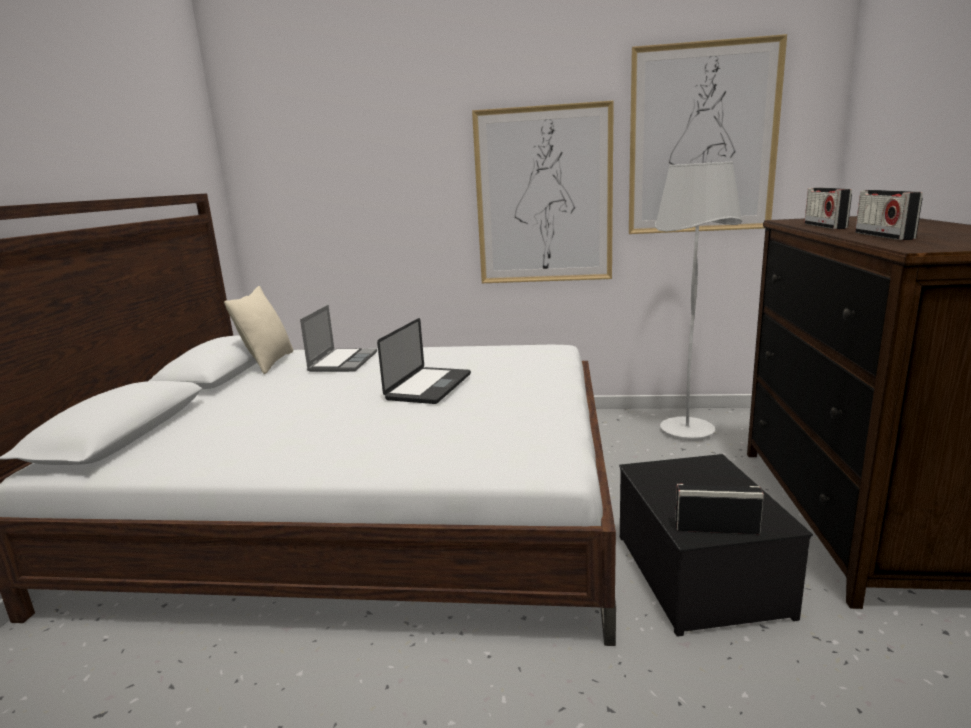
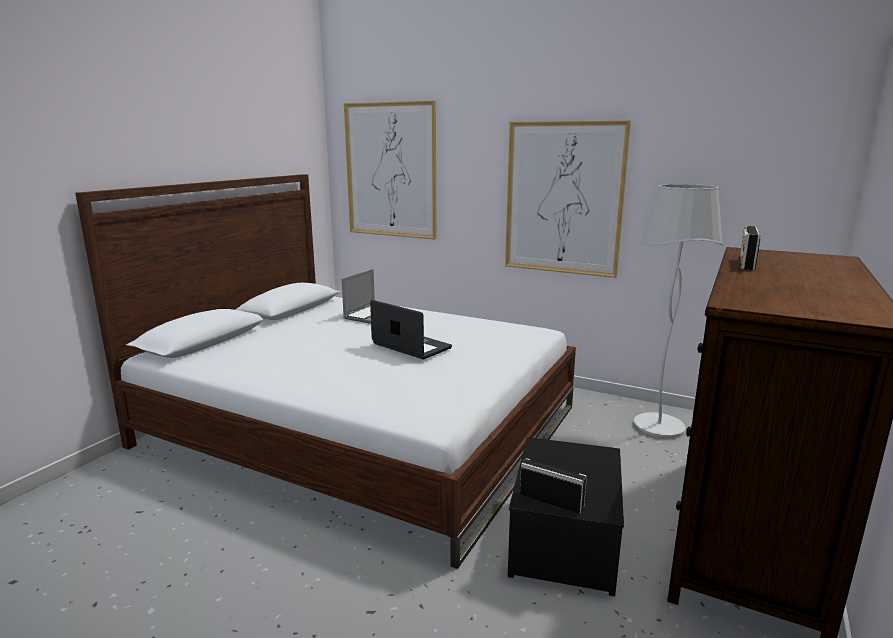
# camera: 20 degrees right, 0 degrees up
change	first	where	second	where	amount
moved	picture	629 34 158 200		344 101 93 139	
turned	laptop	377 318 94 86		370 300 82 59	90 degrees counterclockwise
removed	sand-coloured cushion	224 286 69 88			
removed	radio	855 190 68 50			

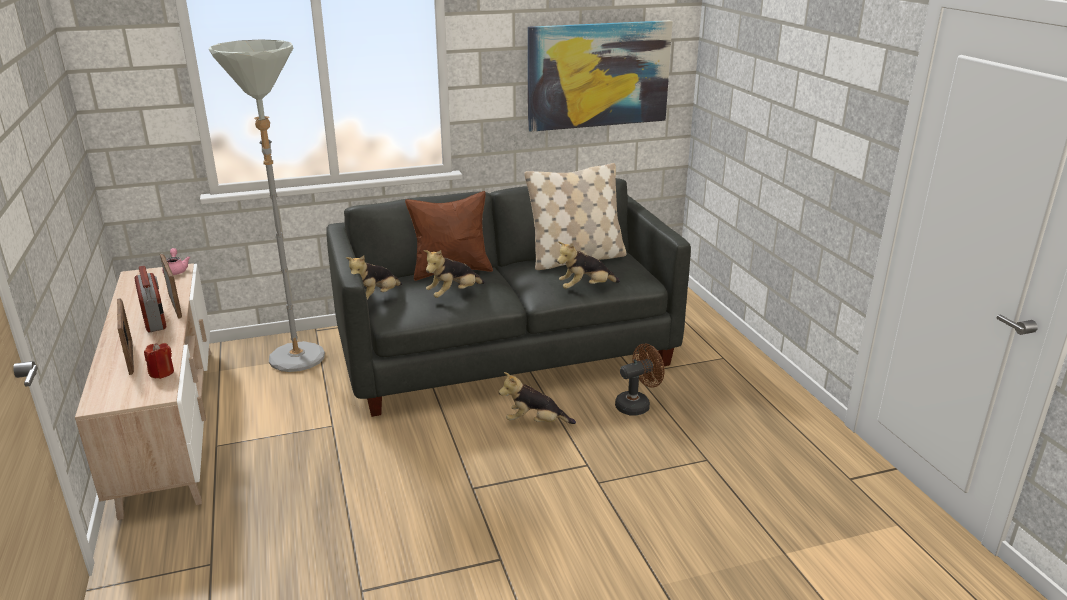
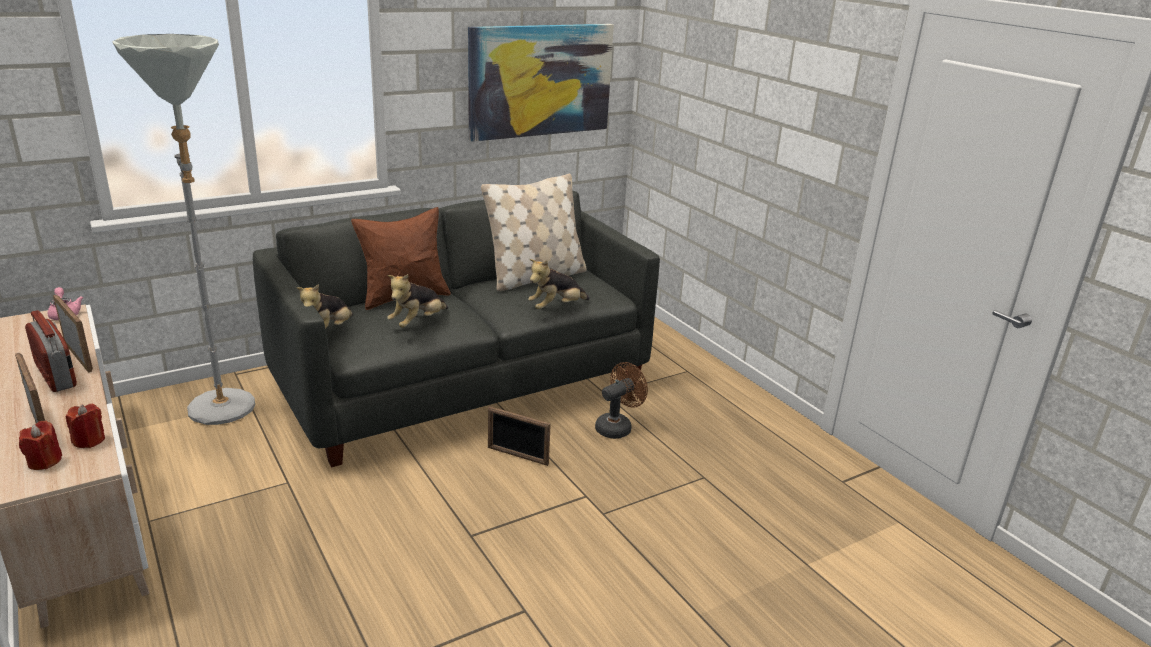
# camera: 15 degrees left, 0 degrees up
change	first	where	second	where	amount
added			reddish wax light	19 421 43 49	
replaced	cuddly toy	499 372 77 52	photo frame	488 406 63 60	

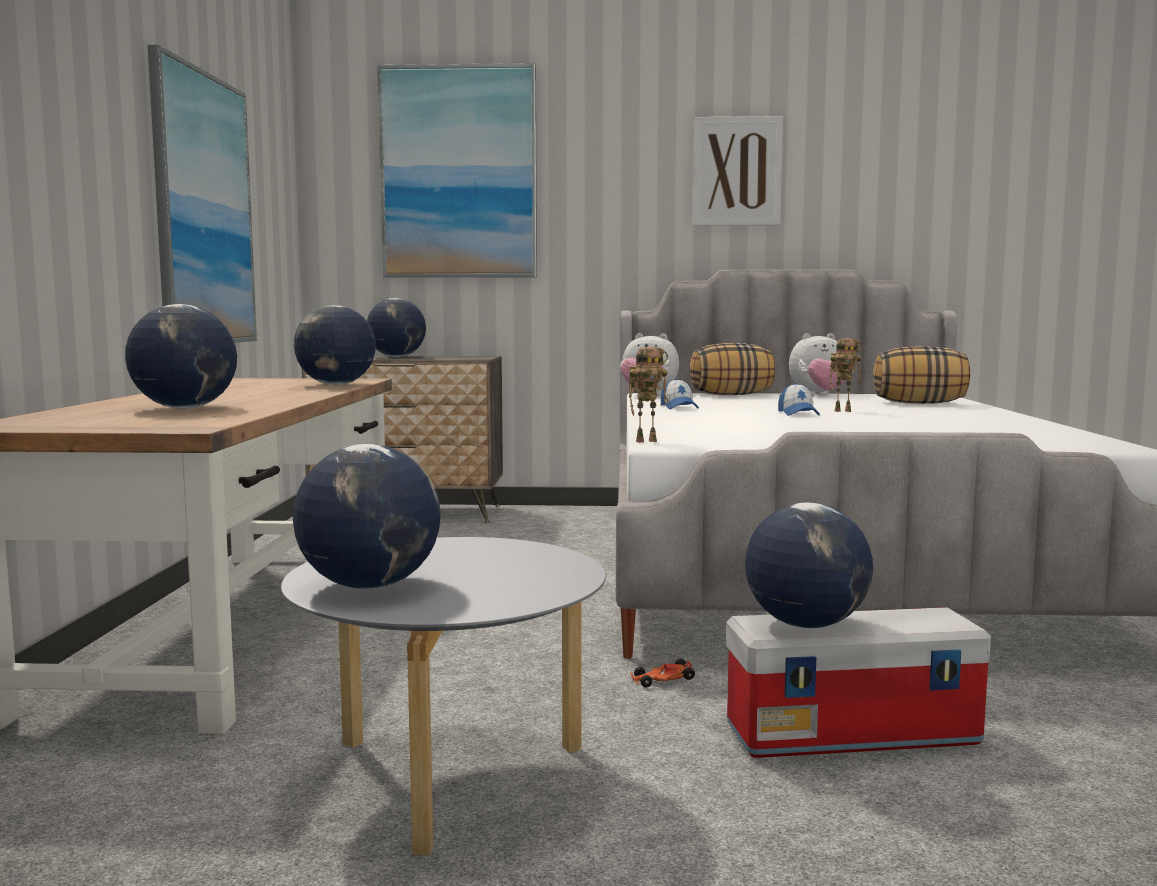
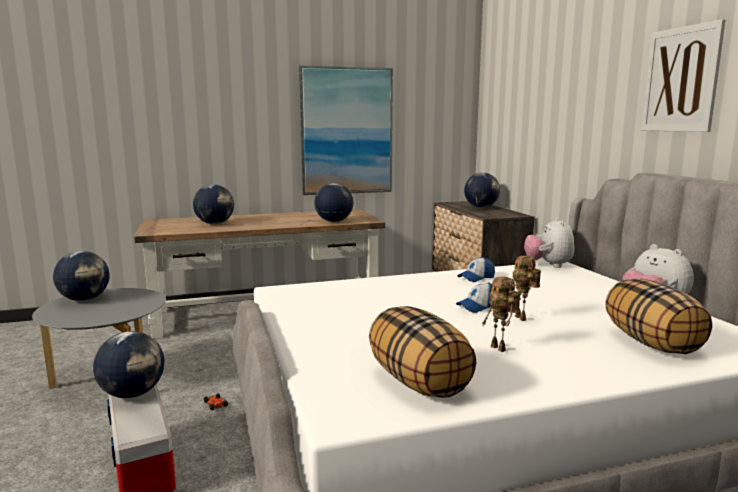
# camera: 70 degrees right, 5 degrees up
change	first	where	second	where	amount
moved	cushion	690 343 85 52		369 306 108 92	
moved	toy robot	629 347 40 95		482 277 39 75	
removed	picture	377 63 160 215			

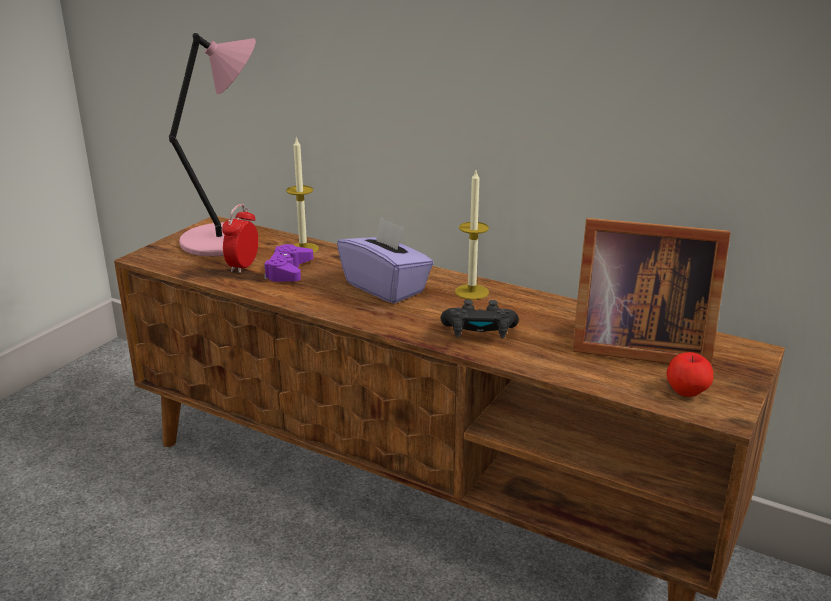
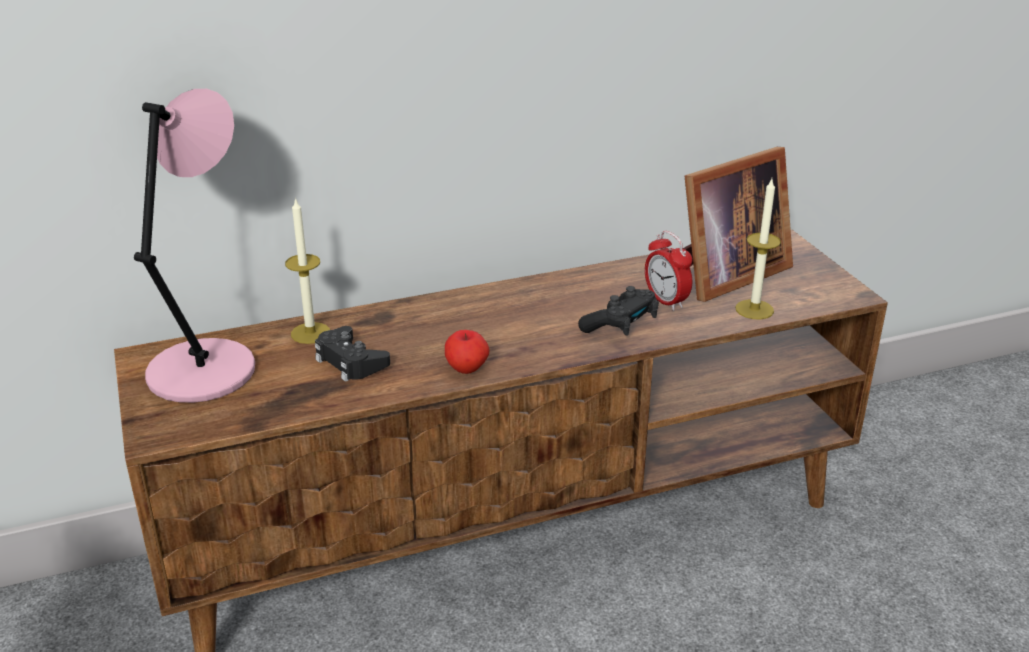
# camera: 50 degrees left, 5 degrees up
change	first	where	second	where	amount
recoloured	purplish joypad	264 244 49 38	black joypad	315 326 75 56	
moved	apple fruit	666 352 48 45		445 330 45 44	
moved	alarm clock	222 204 36 69		645 231 47 80	
moved	wax light	455 170 34 130		735 179 46 141	
removed	purplish box of tissues	337 217 97 87			

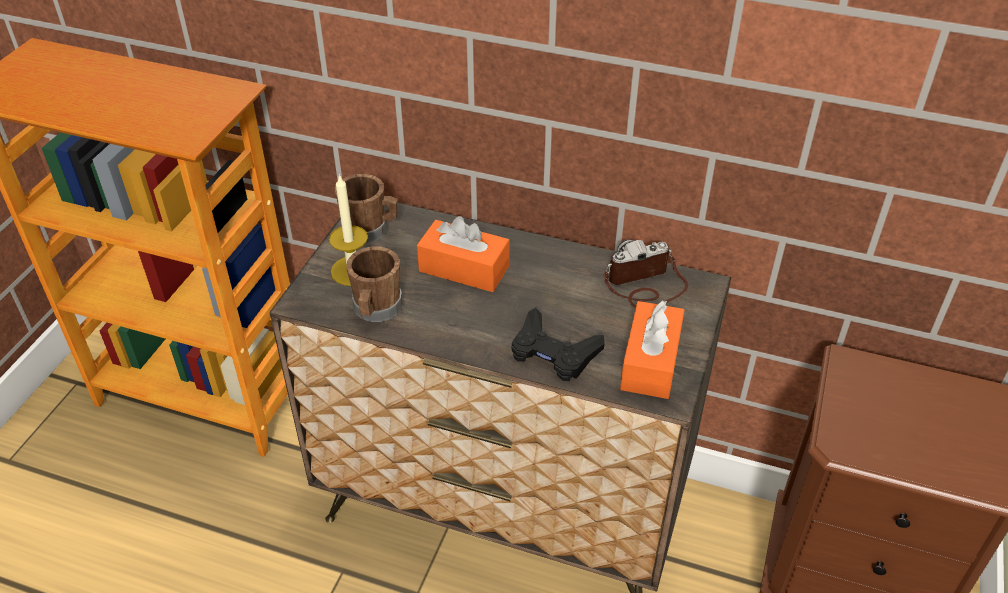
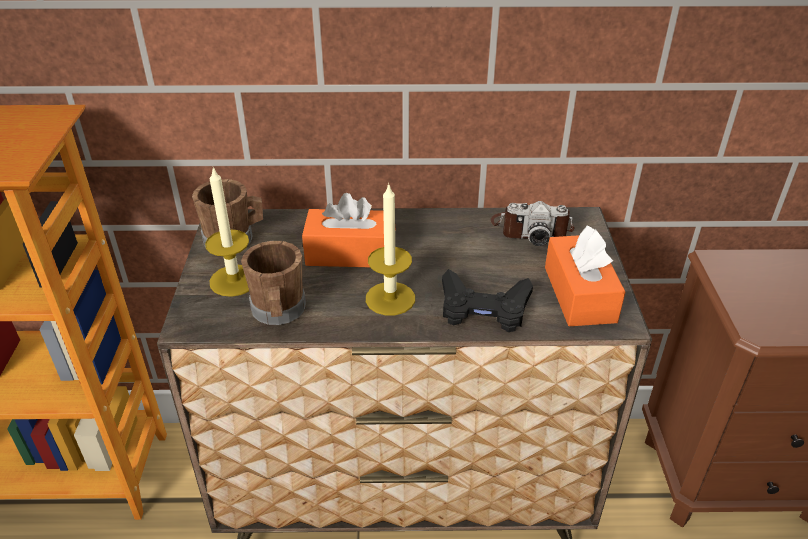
# camera: 20 degrees left, 5 degrees down
change	first	where	second	where	amount
added			wax light	366 183 49 132	
turned	photo camera	604 239 84 69		491 201 83 45	135 degrees counterclockwise

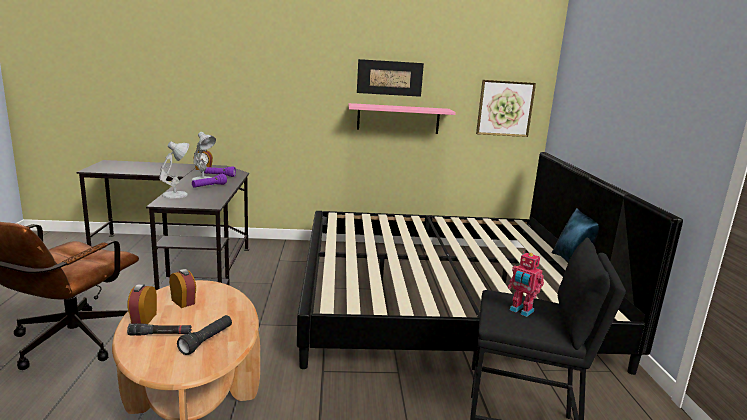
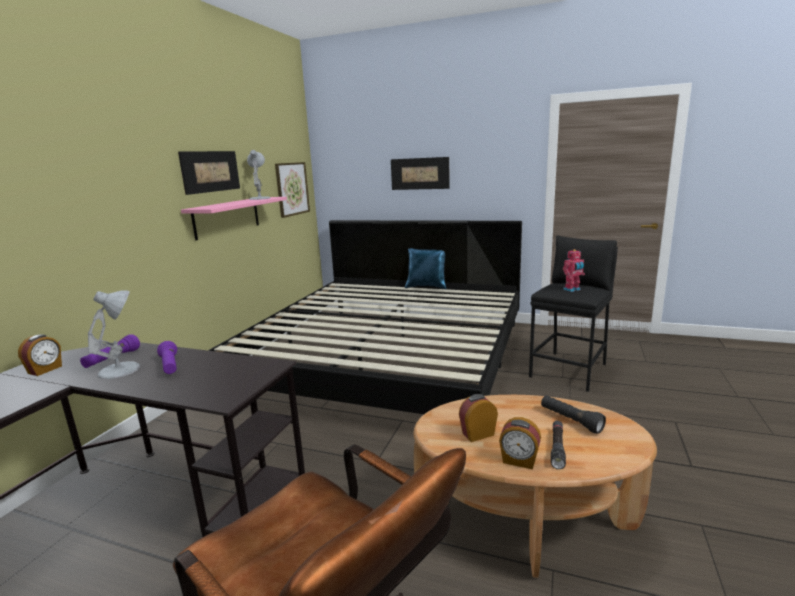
# camera: 65 degrees left, 0 degrees up
change	first	where	second	where	amount
moved	white tabletop lamp	159 141 30 58		247 150 24 50	
added			picture	391 157 59 33	

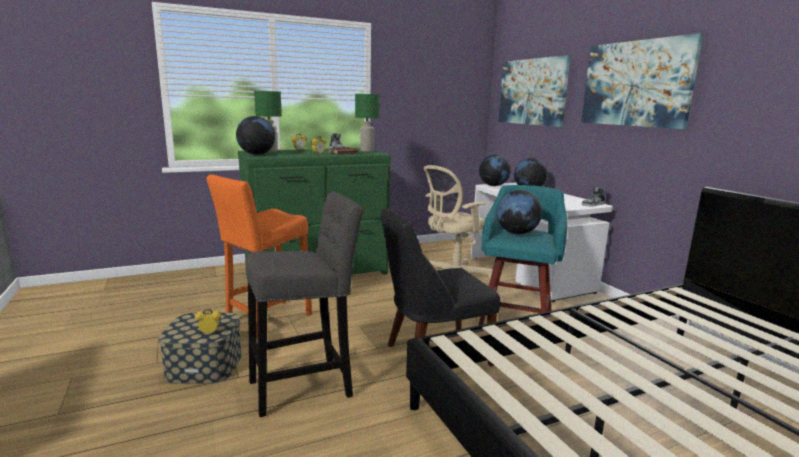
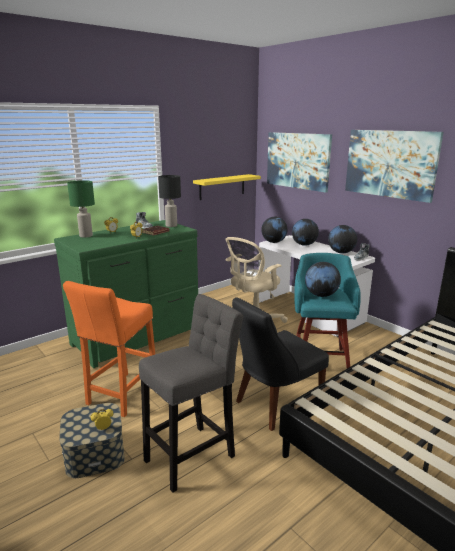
# camera: 15 degrees left, 5 degrees up
change	first	where	second	where	amount
recoloured	greenish tabletop lamp	355 94 25 58	black tabletop lamp	158 175 23 52	
added			yellow bracket shelf	193 174 68 26	
moved	world globe	236 116 39 39		328 225 29 28	

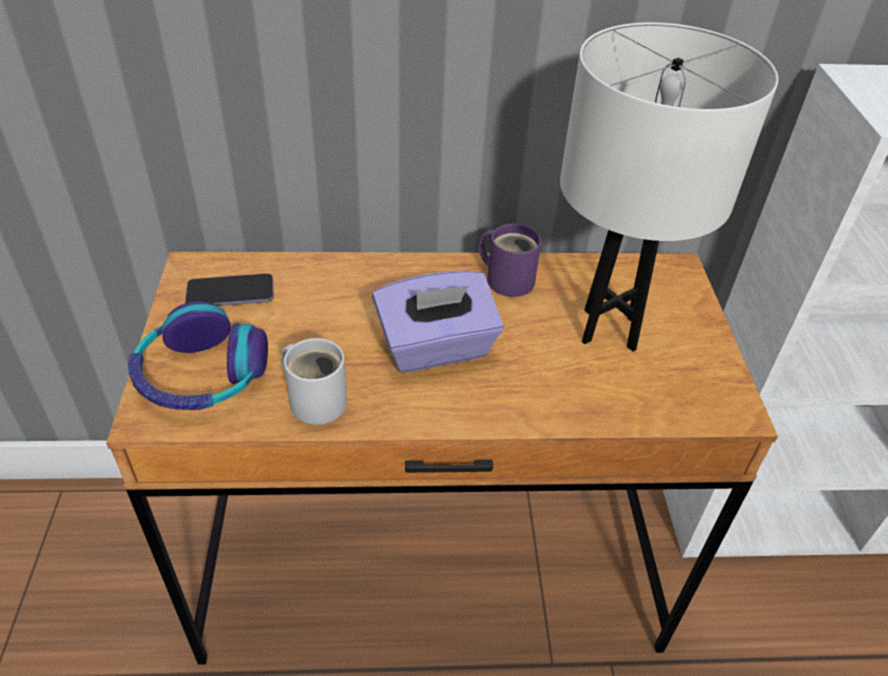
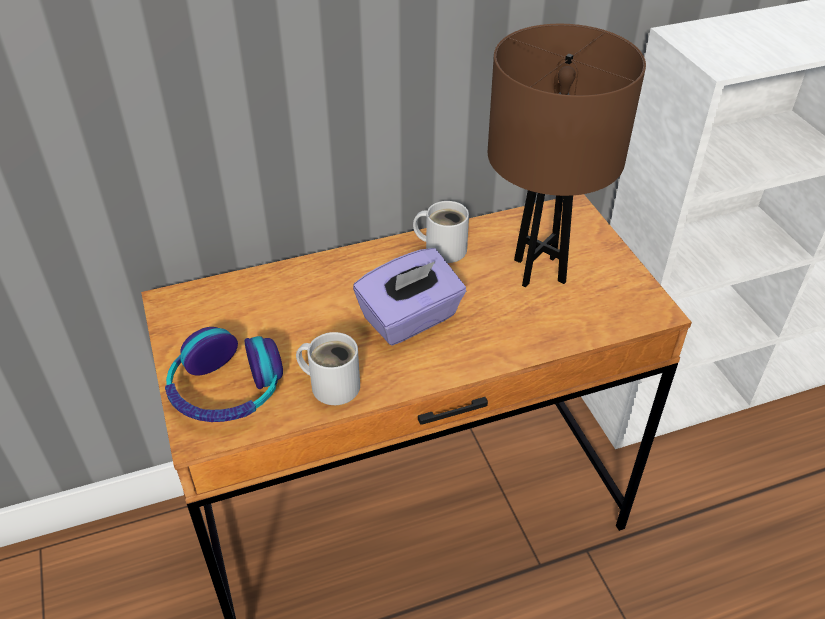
# camera: 15 degrees left, 0 degrees up
change	first	where	second	where	amount
recoloured	purplish mug	478 224 63 73	white mug	413 201 56 62	
recoloured	white tabletop lamp	560 22 218 330	brown tabletop lamp	488 24 158 263	
removed	telephone	185 273 88 33			

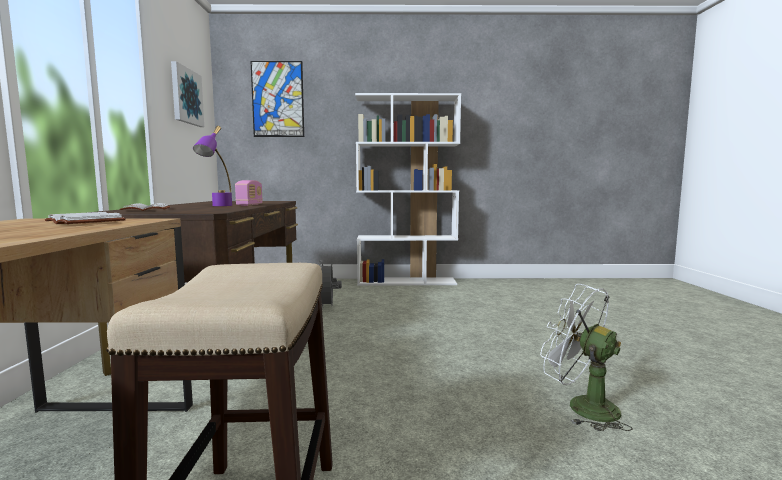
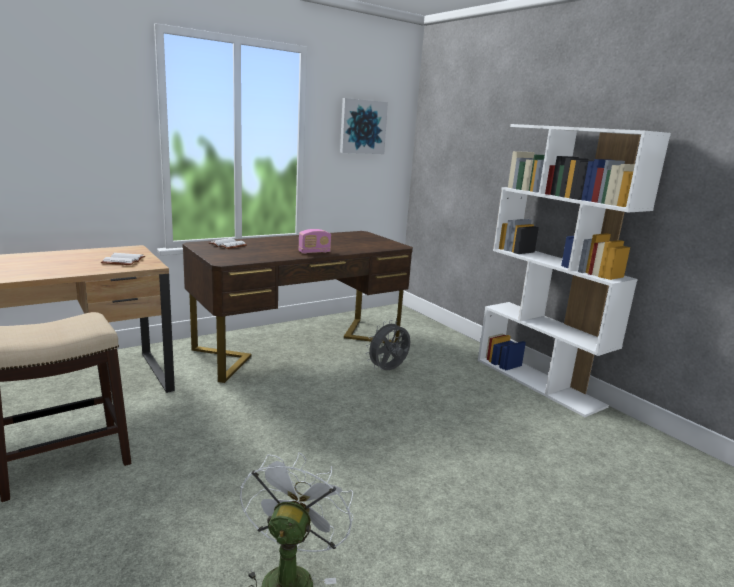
# camera: 55 degrees right, 10 degrees up
change	first	where	second	where	amount
removed	purplish tabletop lamp	193 126 39 80			
removed	picture	251 61 53 76			

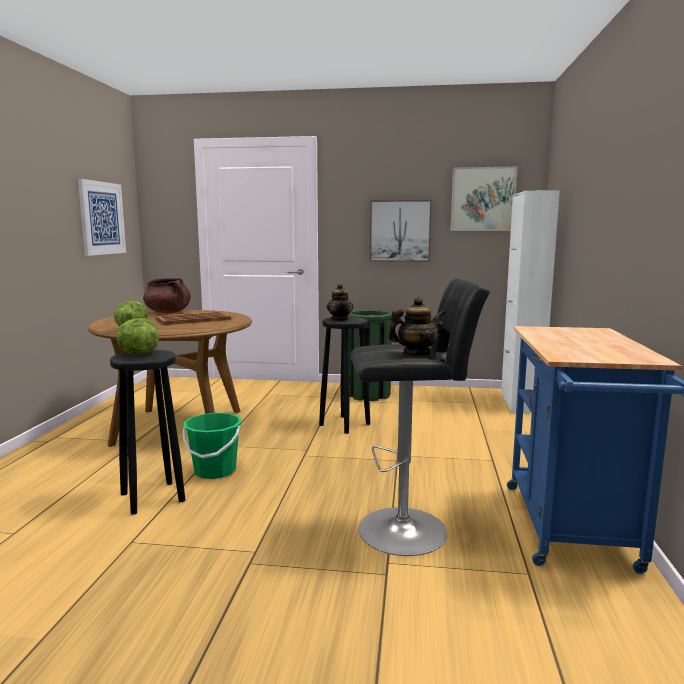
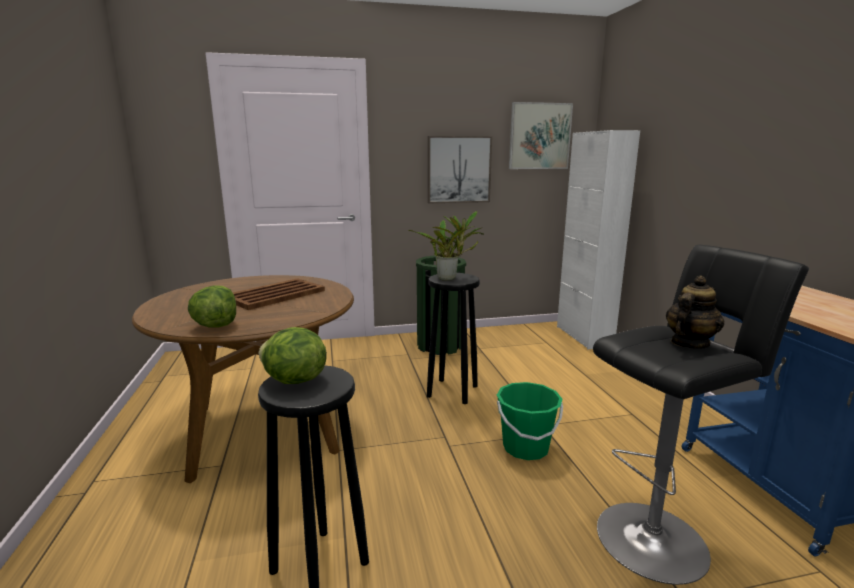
# camera: 20 degrees left, 5 degrees up
change	first	where	second	where	amount
replaced	tea pot	327 284 26 37	potted plant	408 211 76 70	
moved	greenish water bucket	183 413 59 66		497 382 66 78	
removed	picture	78 179 48 77			
removed	brown saucepot	143 278 48 35			

